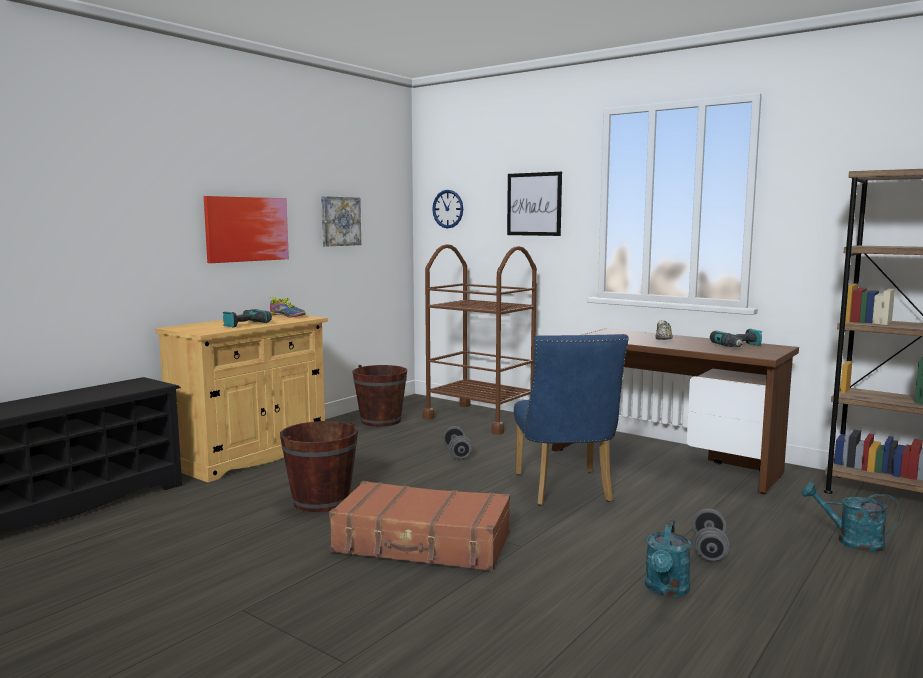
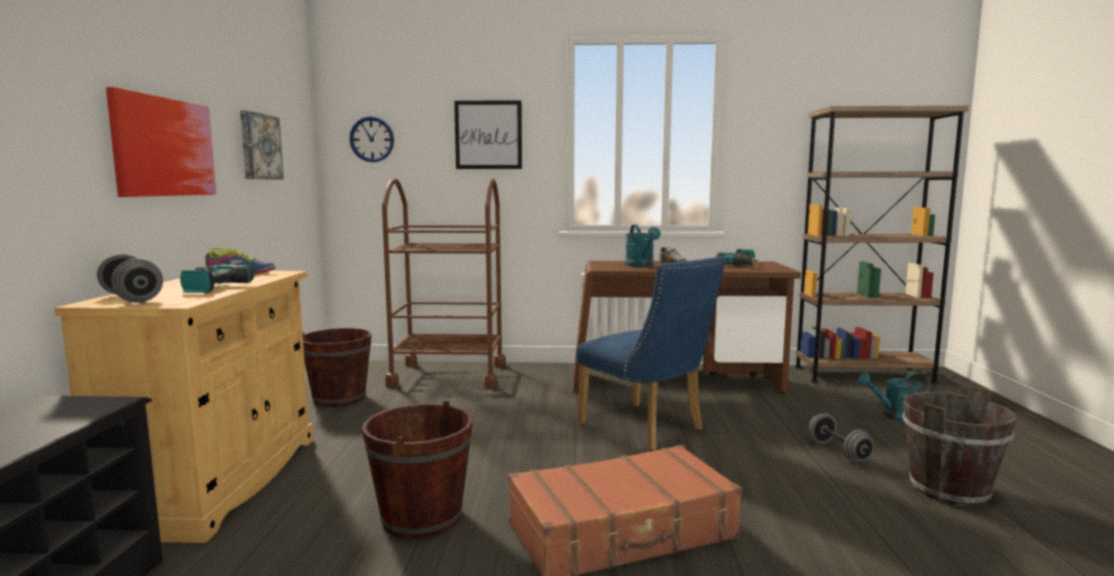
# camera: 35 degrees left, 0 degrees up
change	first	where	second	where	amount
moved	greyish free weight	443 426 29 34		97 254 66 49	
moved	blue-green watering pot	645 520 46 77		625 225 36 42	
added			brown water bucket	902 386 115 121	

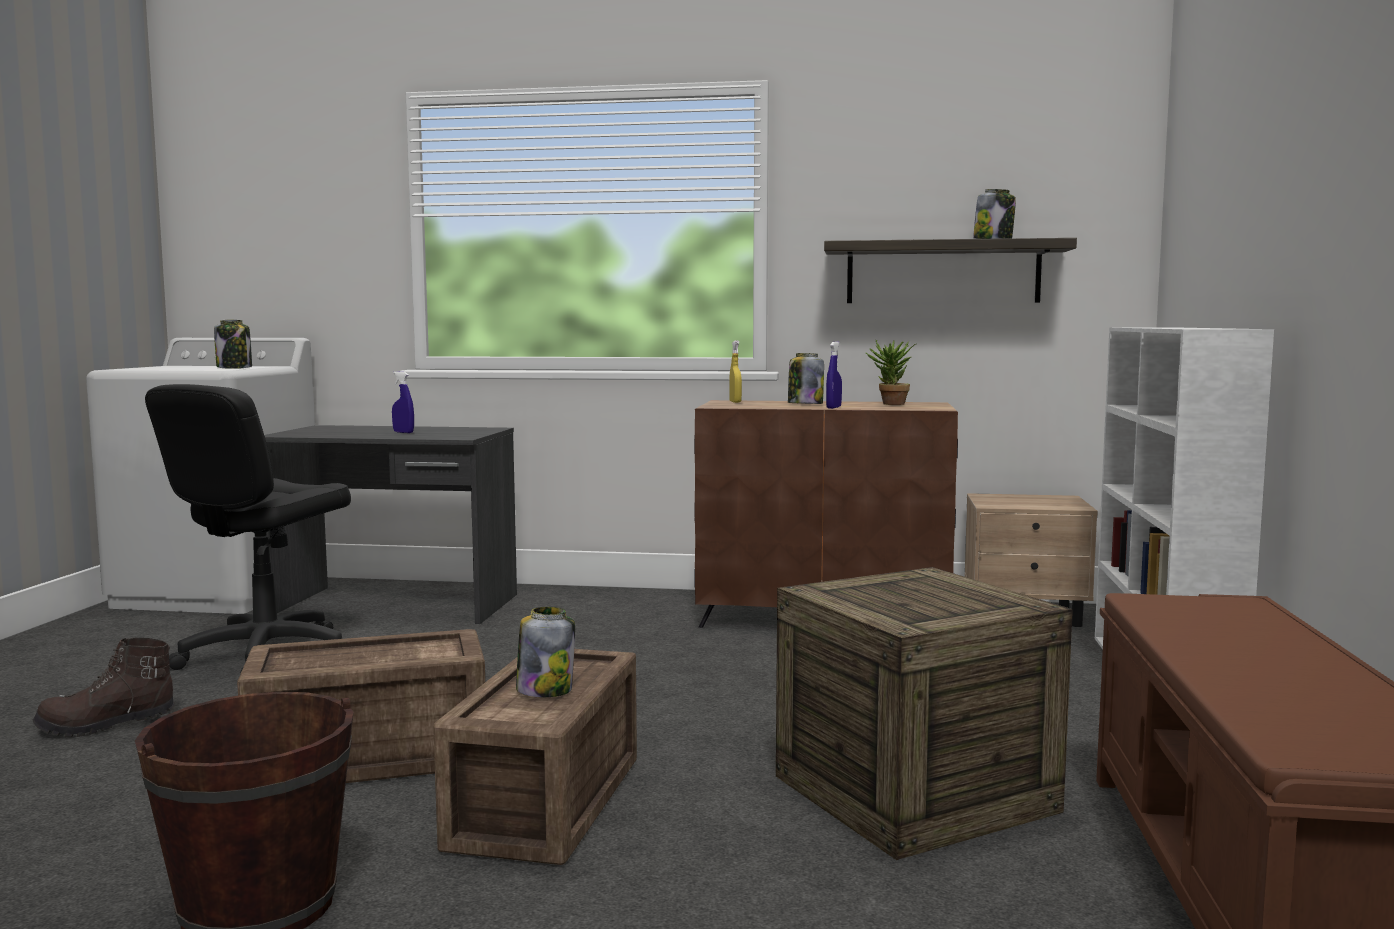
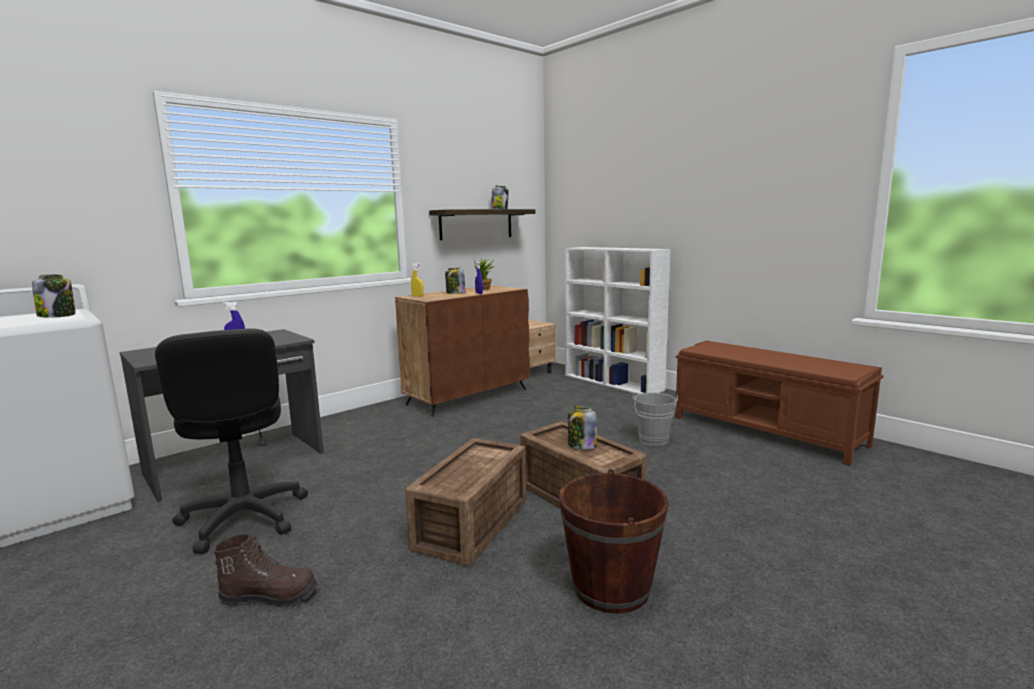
# camera: 50 degrees left, 5 degrees up
change	first	where	second	where	amount
turned	brown tall boot	33 638 142 99		214 533 103 74	105 degrees counterclockwise
replaced	packing crate	776 567 297 293	greyish water bucket	633 392 45 53	

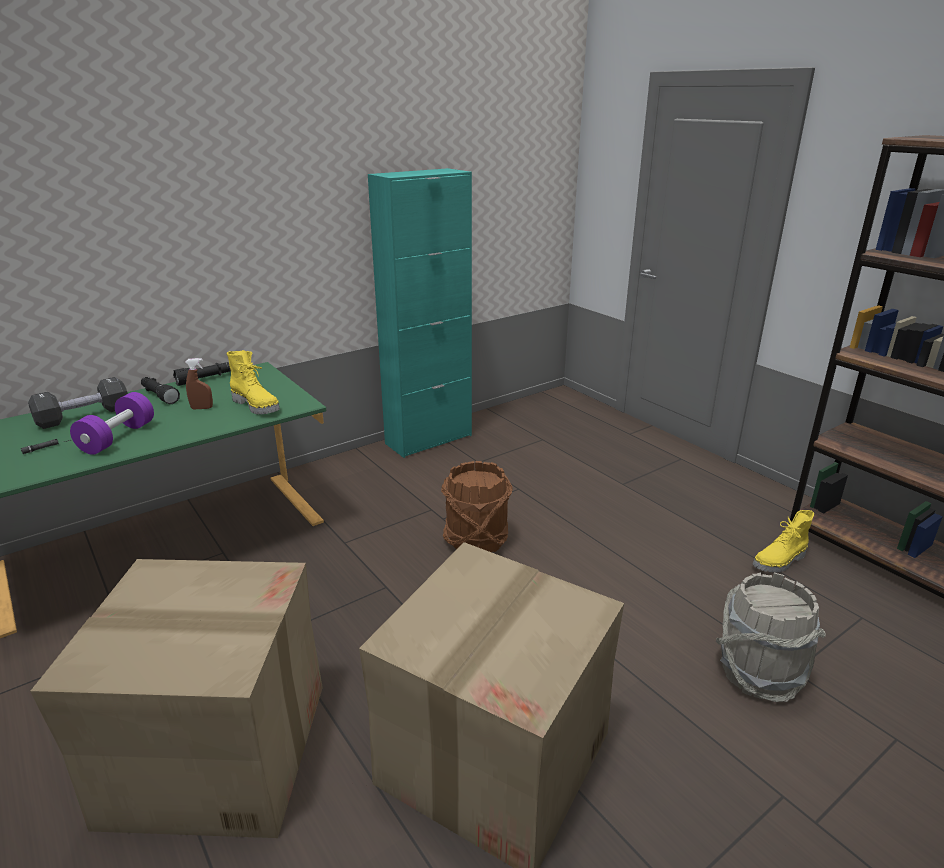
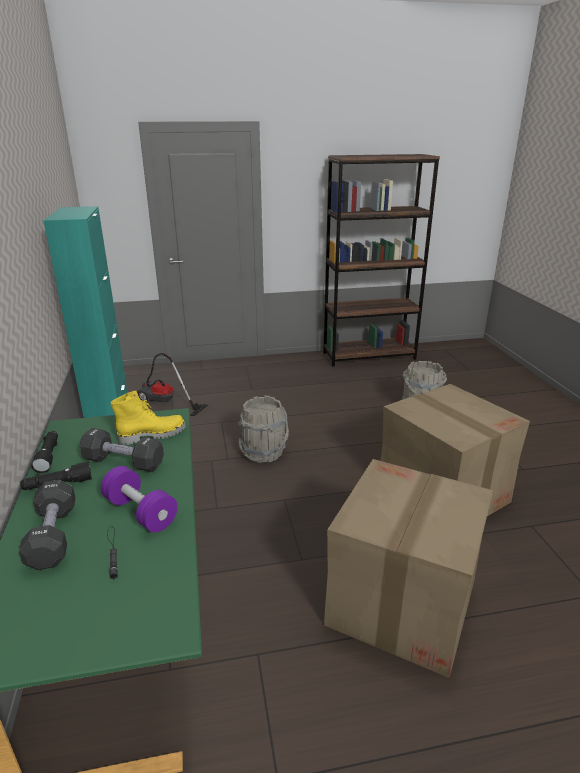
# camera: 65 degrees left, 0 degrees up
change	first	where	second	where	amount
replaced	brown sprayer	185 358 28 51	black free weight	79 428 85 44	
added			vacuum cleaner	137 353 71 64	
recoloured	brown water bucket	441 461 72 91	greyish water bucket	238 396 51 67	
removed	yellow tall boot	753 510 61 63			

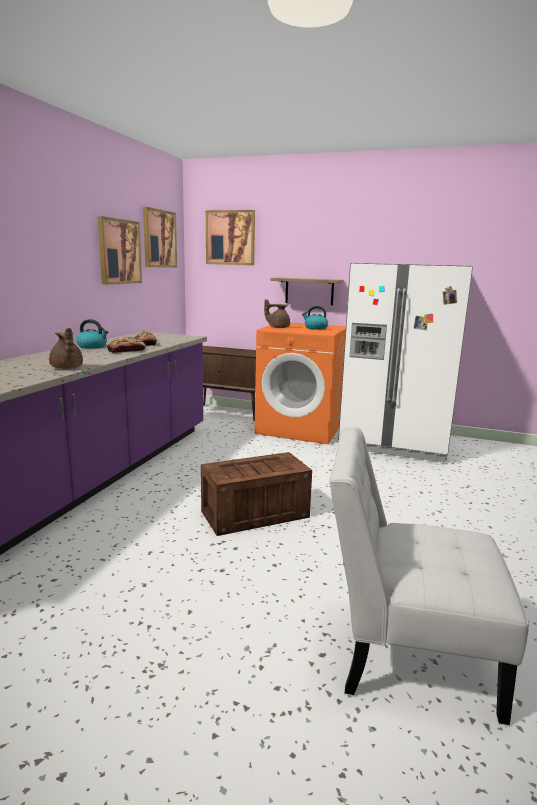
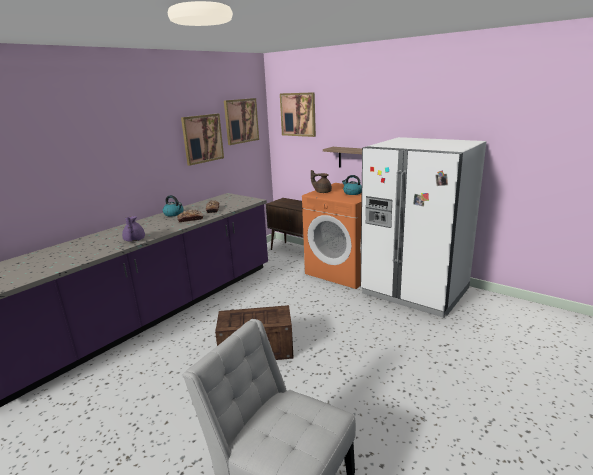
# camera: 20 degrees right, 5 degrees up
change	first	where	second	where	amount
recoloured	brown tea pot	49 328 34 41	purplish tea pot	122 216 23 26	

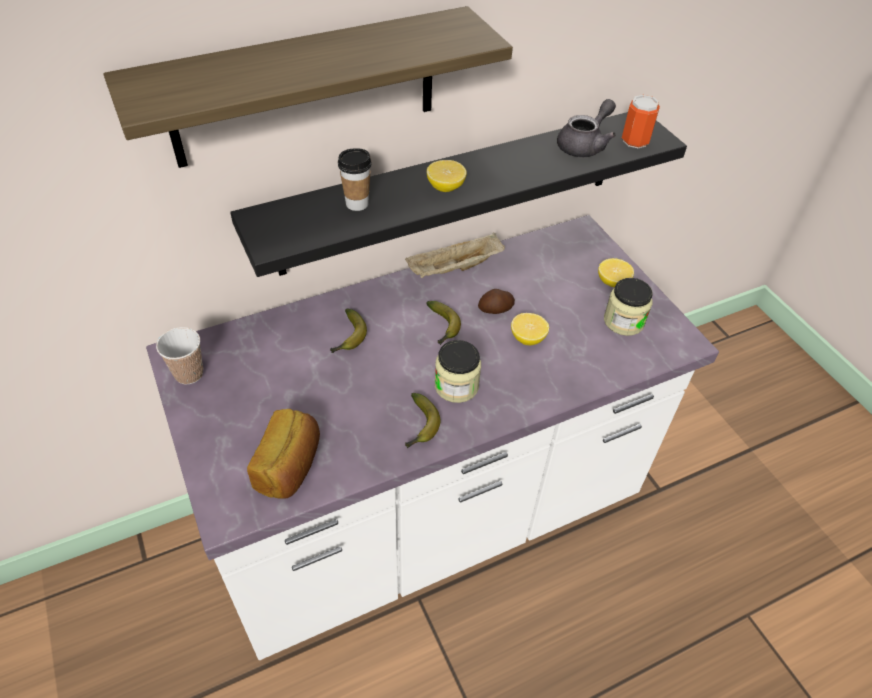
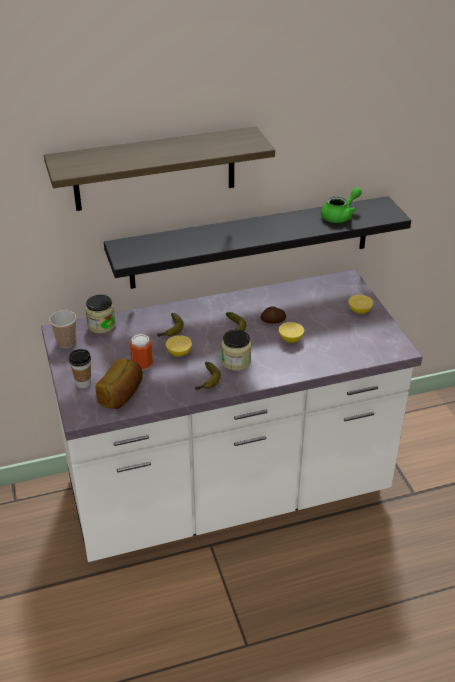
# camera: 10 degrees right, 10 degrees down
change	first	where	second	where	amount
moved	cup	338 148 33 63		69 349 22 39	
moved	jar	604 278 49 58		85 295 31 39	
moved	sealed can	622 95 38 53		130 334 23 36	
moved	citrus fruit	427 160 40 32		166 335 26 22	
recoloured	greyish tea pot	557 99 59 58	greenish tea pot	321 187 41 36	
removed	sand-coloured carrying tray	405 233 100 45			

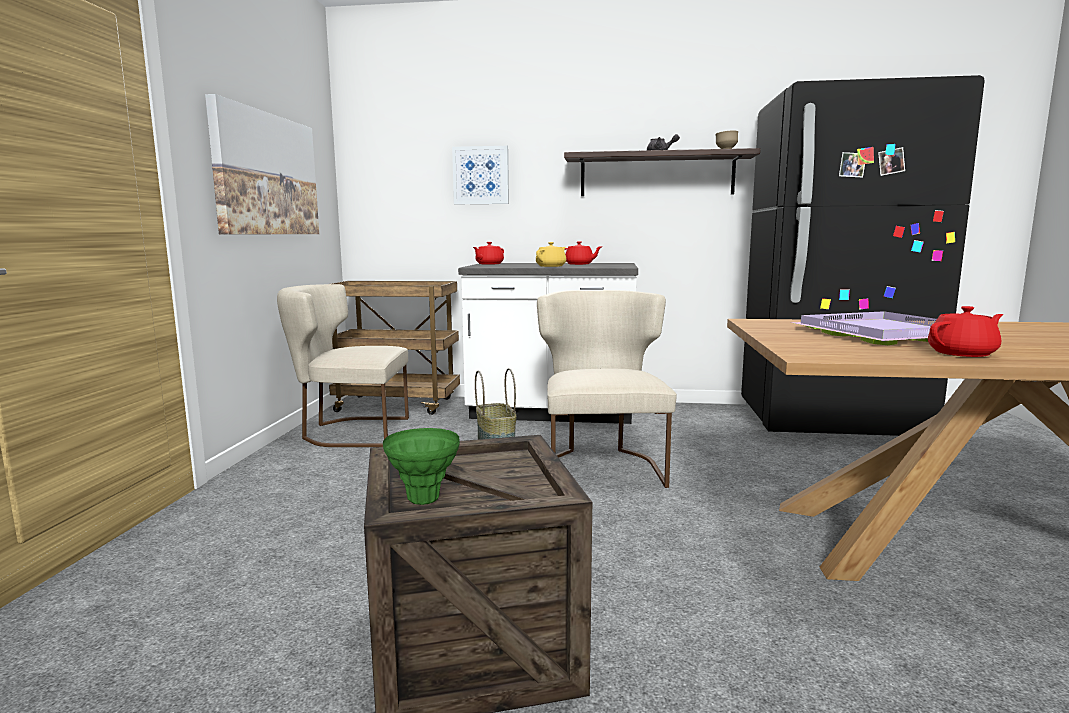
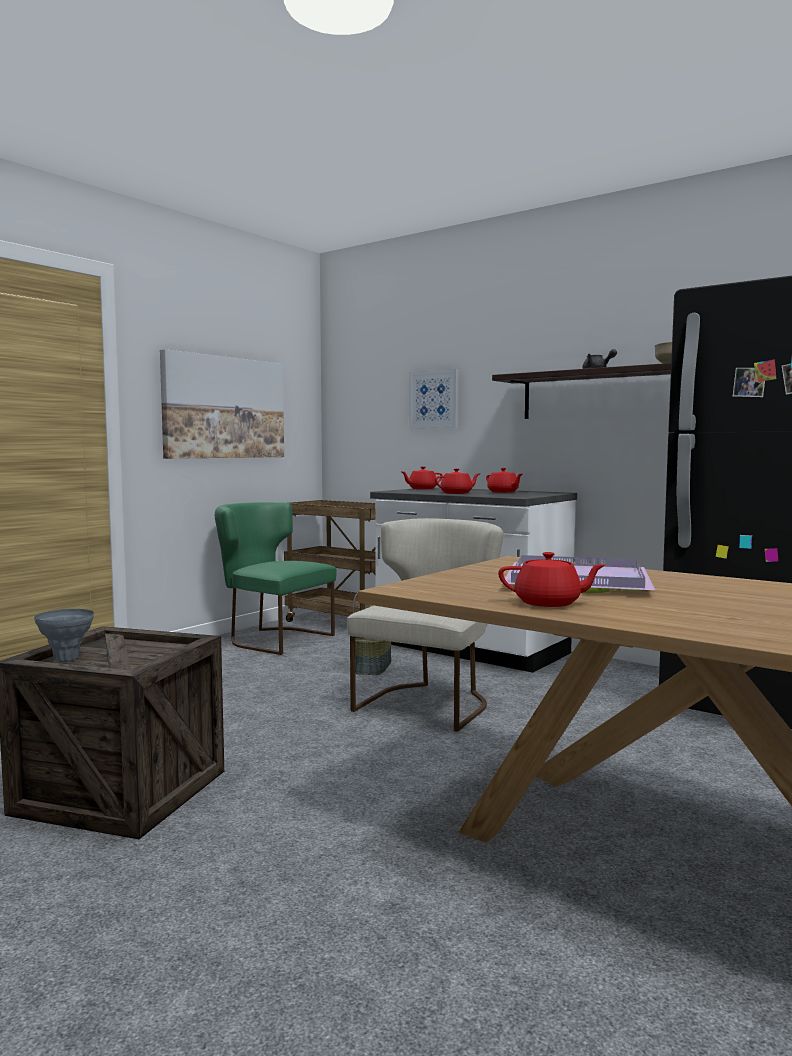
# camera: 30 degrees right, 5 degrees down
change	first	where	second	where	amount
recoloured	greenish decorative vase	383 428 77 77	greyish decorative vase	34 609 60 53	
recoloured	sand-coloured upright chair	277 284 132 163	greenish upright chair	215 502 122 153	
recoloured	yellow tea pot	536 242 30 25	reddish tea pot	435 468 46 26	

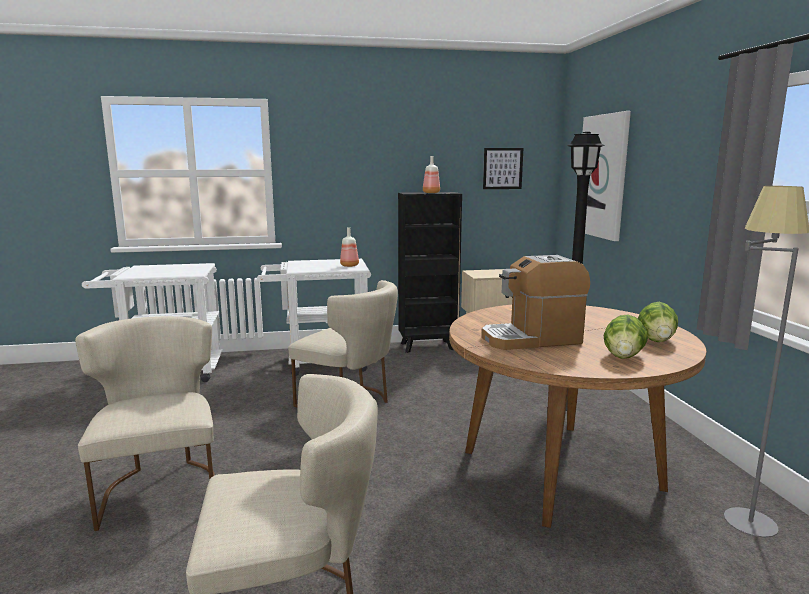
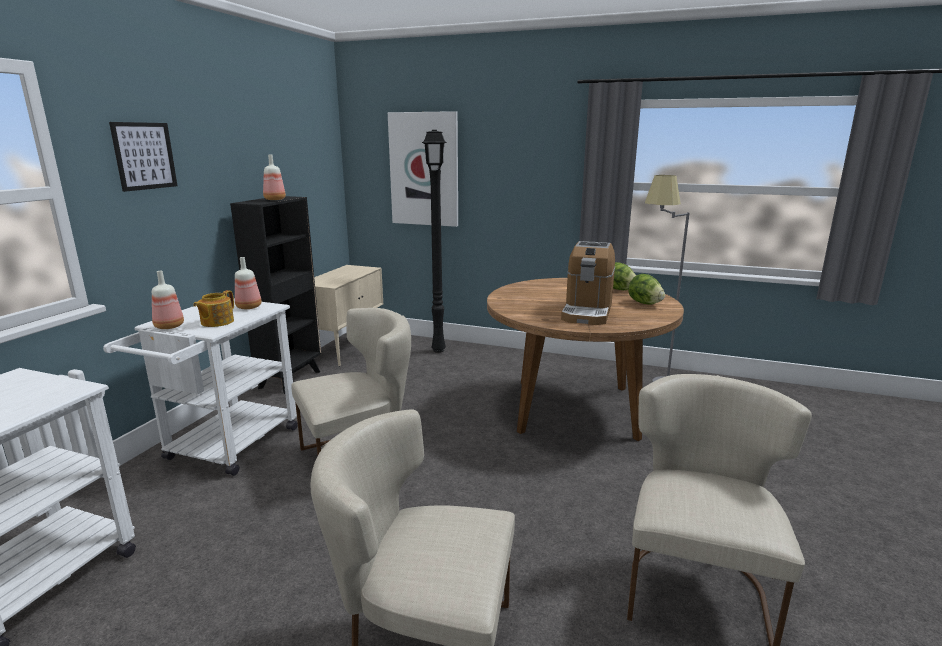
# camera: 60 degrees left, 5 degrees up
change	first	where	second	where	amount
moved	picture	483 148 40 41		109 122 69 70	
added			beverage bottle	152 271 32 58	
added			tea pot	193 290 41 37	

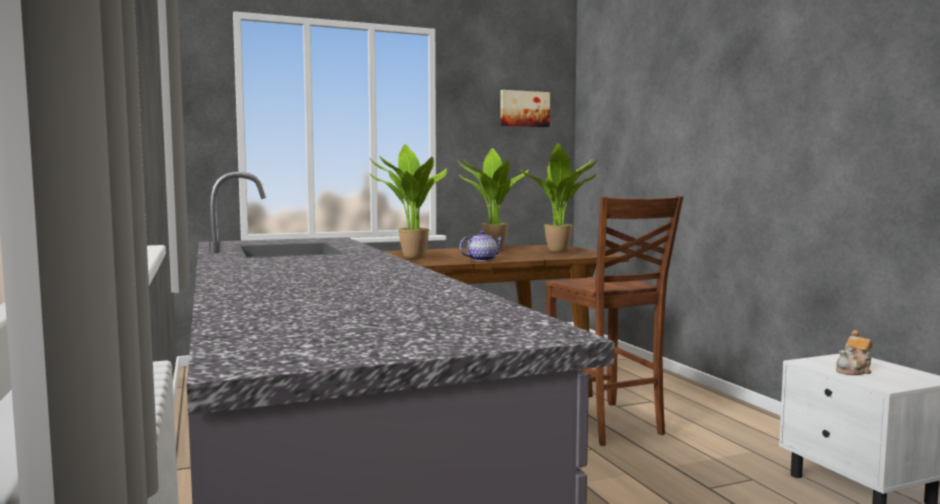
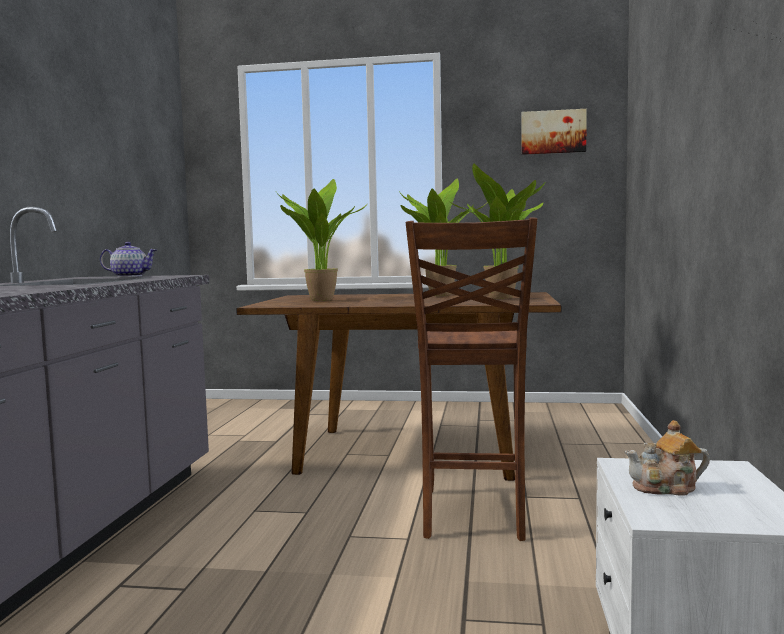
# camera: 30 degrees right, 0 degrees up
change	first	where	second	where	amount
moved	tea pot	459 231 45 30		100 242 57 35	

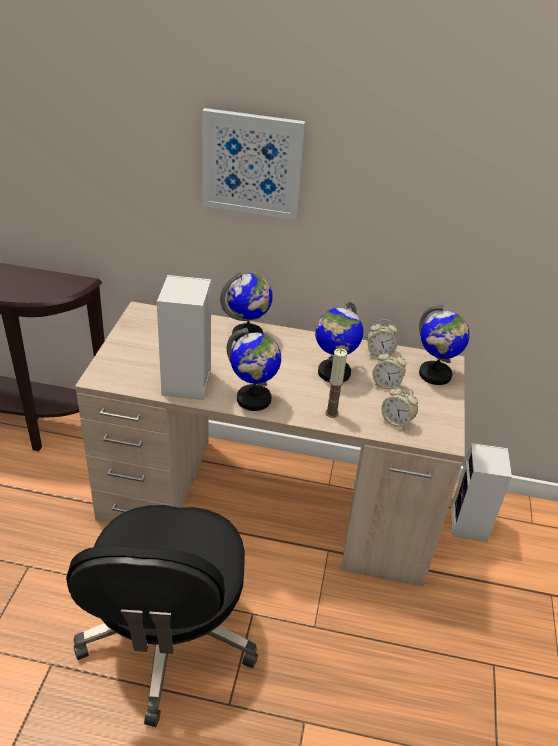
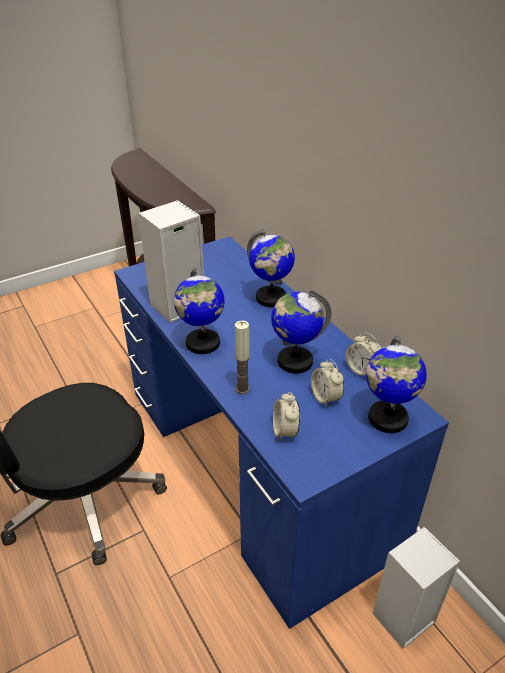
# camera: 50 degrees right, 0 degrees up
change	first	where	second	where	amount
recoloured	sand-coloured desk	75 301 390 286	blue-coloured desk	114 236 335 393	
removed	picture	202 108 103 112			

